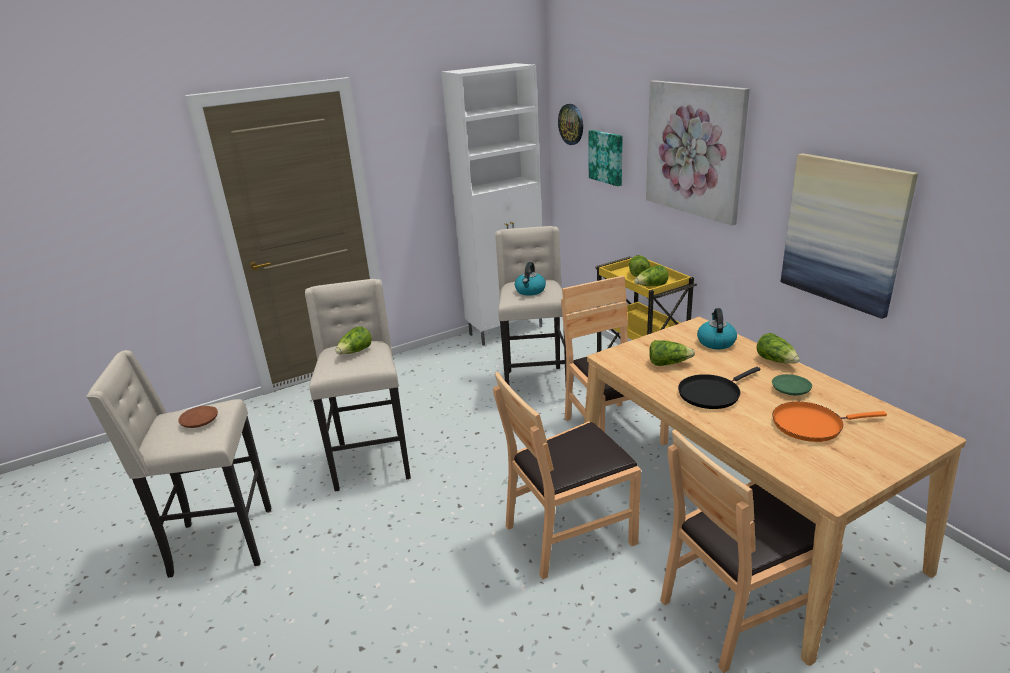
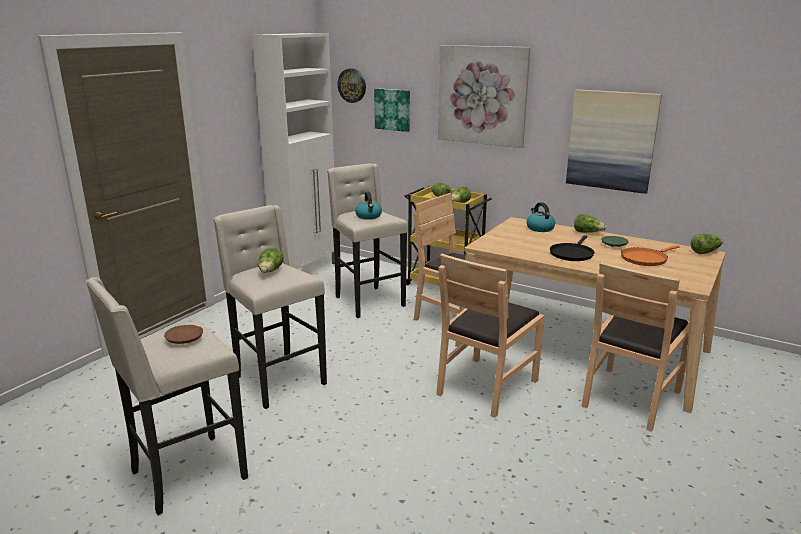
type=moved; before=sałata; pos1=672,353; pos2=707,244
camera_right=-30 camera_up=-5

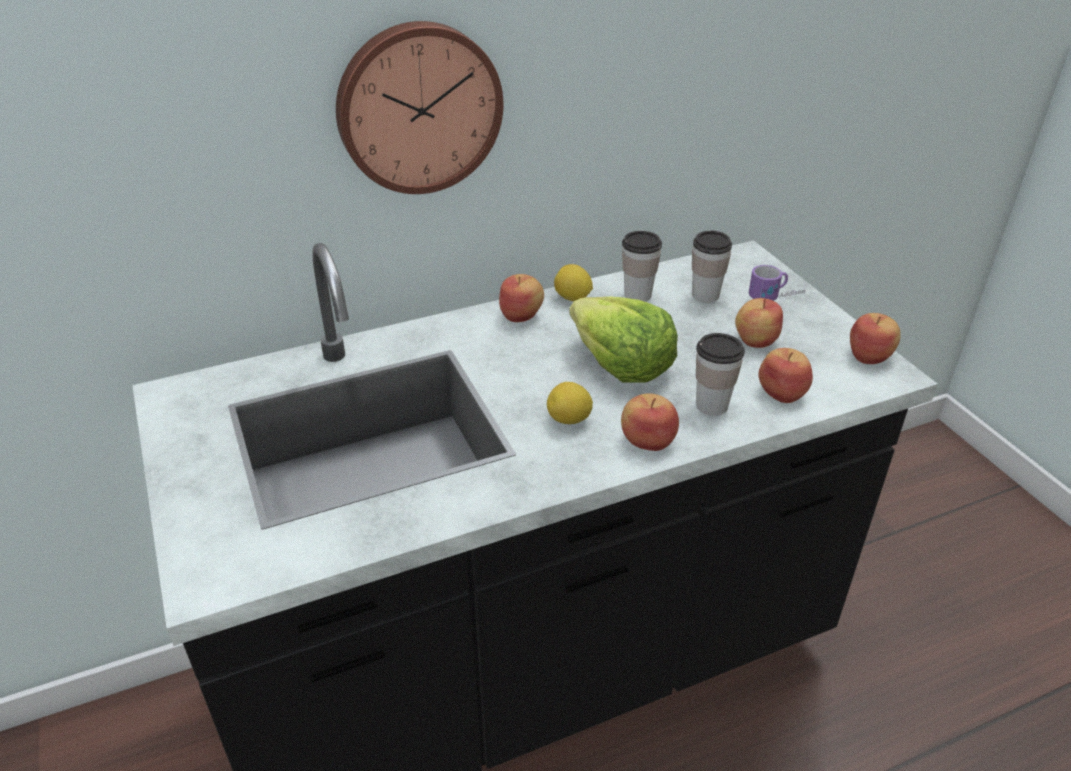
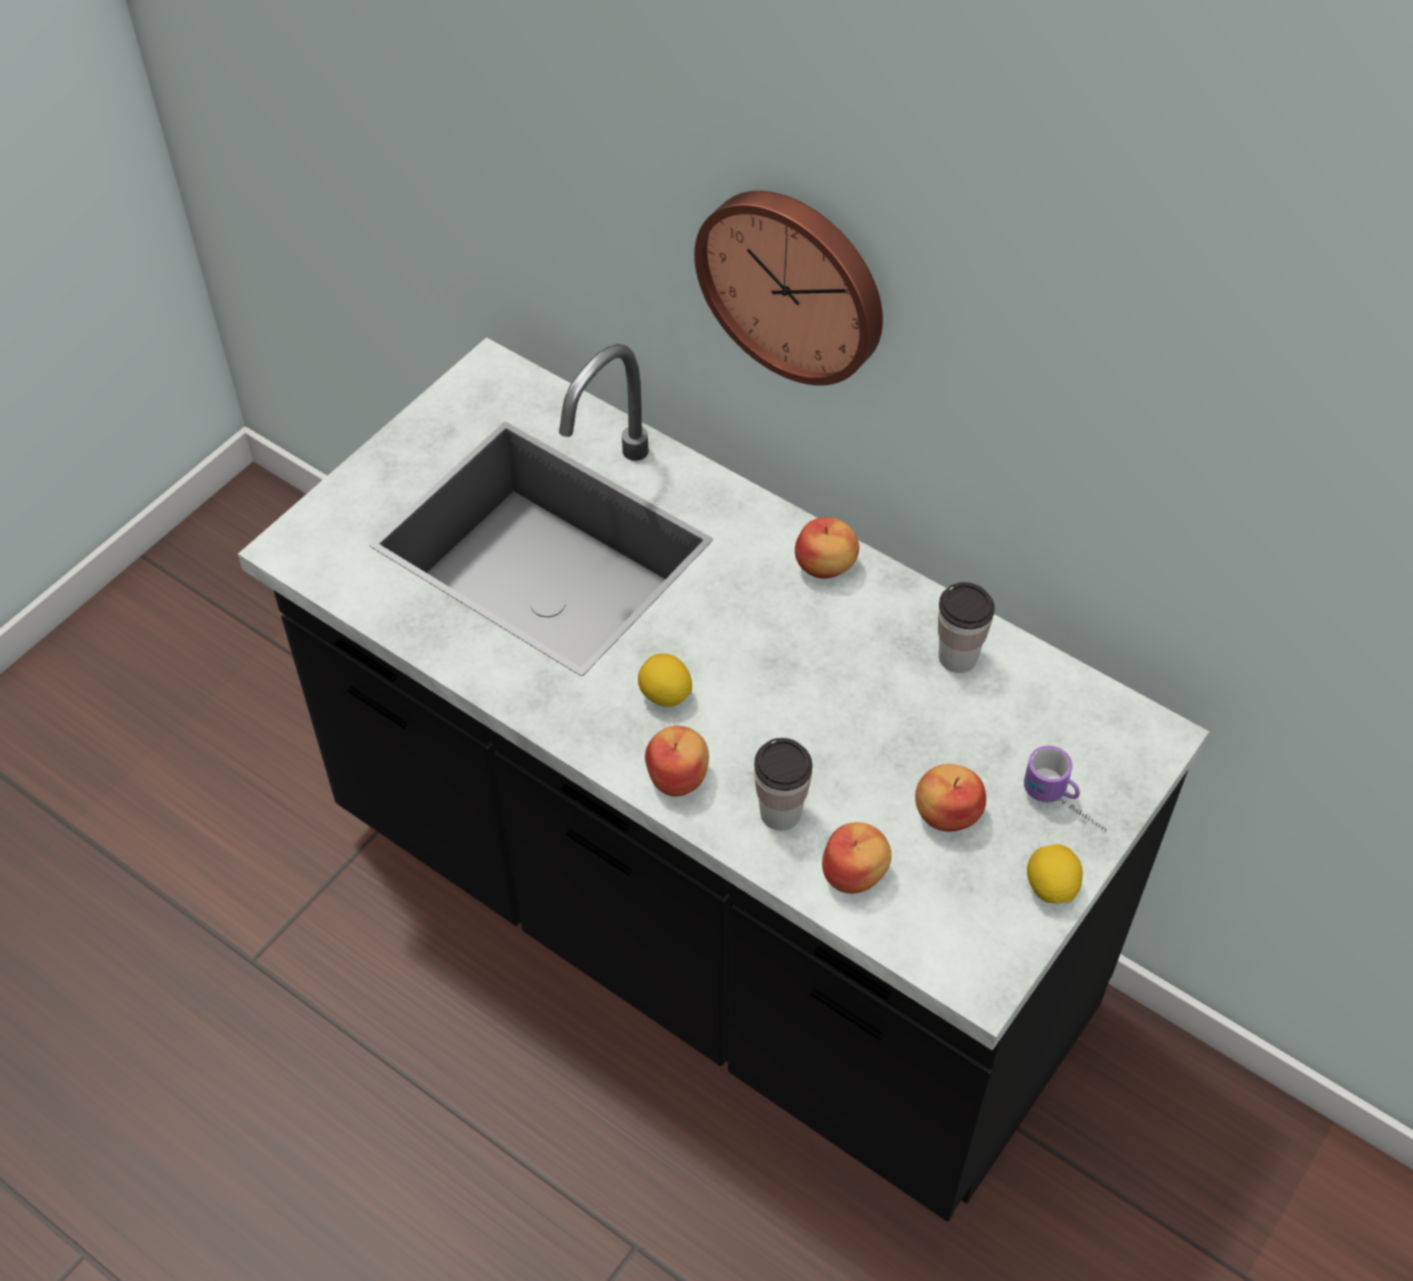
type=moved; before=cytryna; pos1=573,282; pos2=1055,874
type=removed; before=sałata; pos1=623,339
type=removed; before=filiżanka; pos1=712,266
type=removed; before=jabłko; pos1=875,338
camera_right=60 camera_up=15

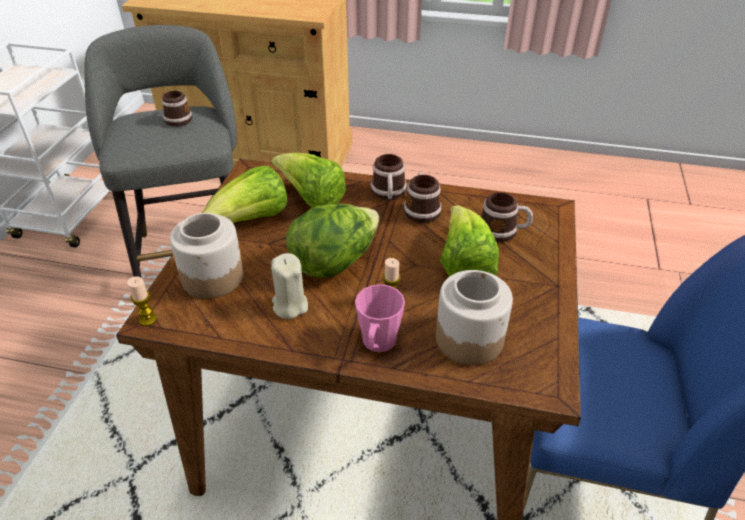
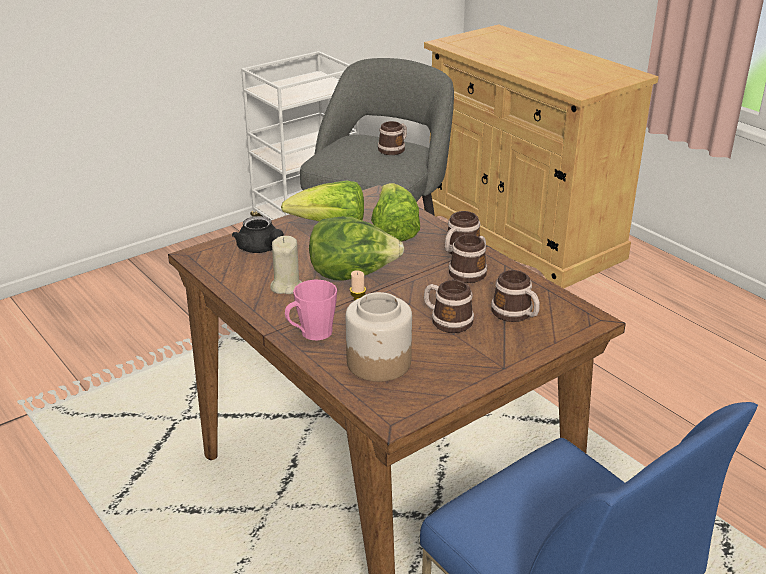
type=replaced; before=słoik; after=imbryk/czarny; pos1=207,256; pos2=258,234
type=replaced; before=sałata; after=kubek; pos1=469,241; pos2=449,306
type=removed; before=świeca; pos1=142,301
camera_right=40 camera_up=-10

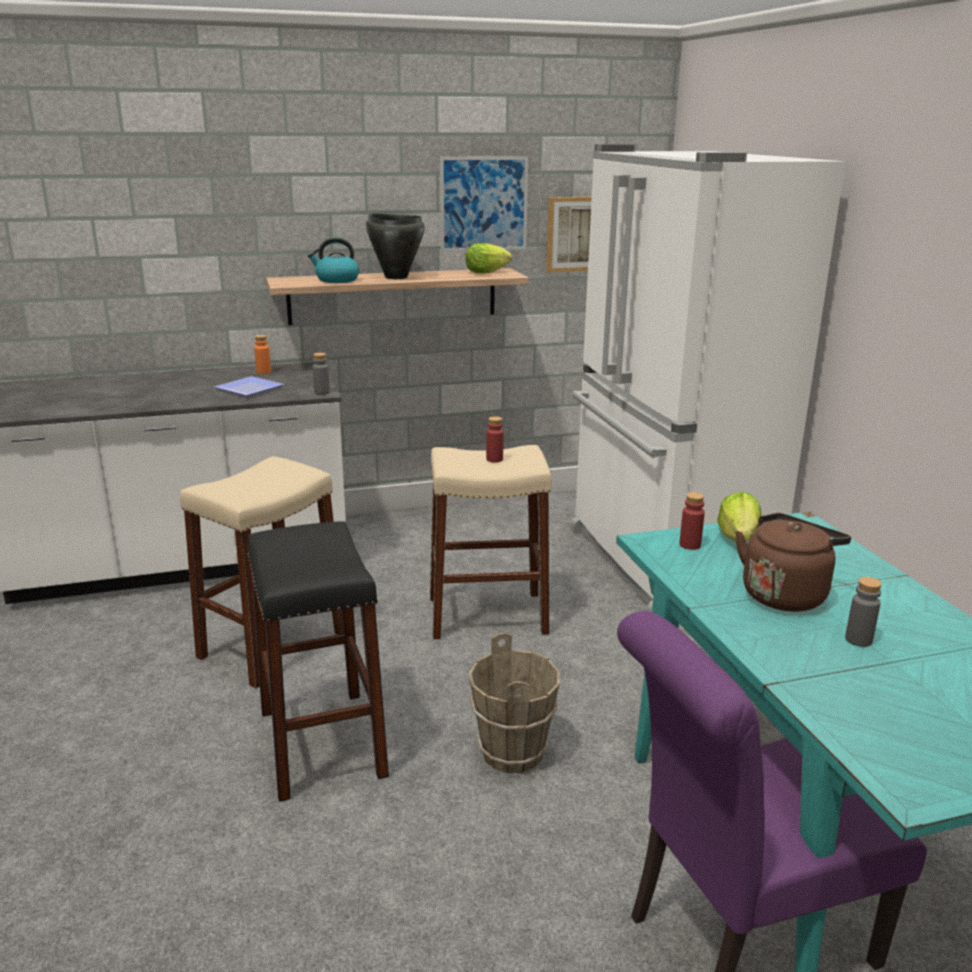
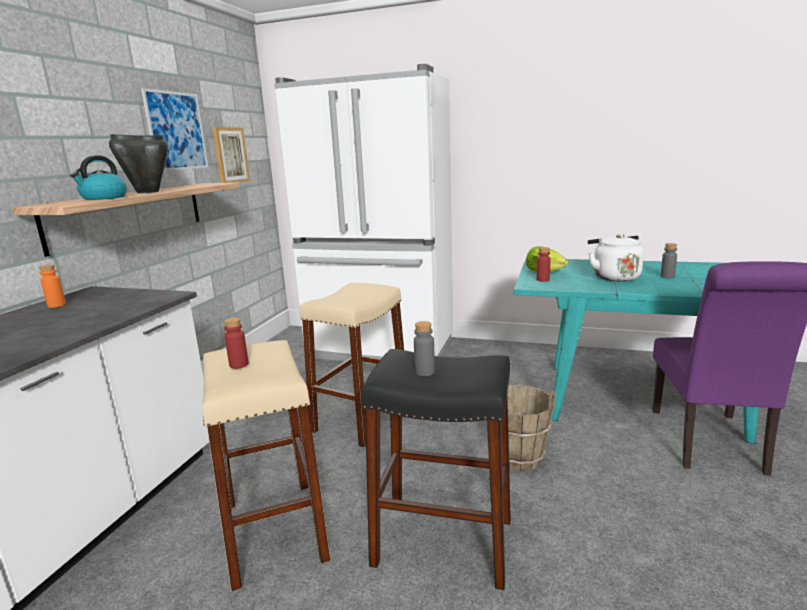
type=moved; before=butelka/czerwony; pos1=495,439; pos2=236,343
type=moved; before=butelka/szary; pos1=321,374; pos2=424,348
type=recoloured; before=czajnik/brązowy; after=czajnik/biały; pos1=793,562; pos2=616,258
type=removed; before=talerz; pos1=249,386
type=removed; before=sałata; pos1=488,258
camera_right=-55 camera_up=-5

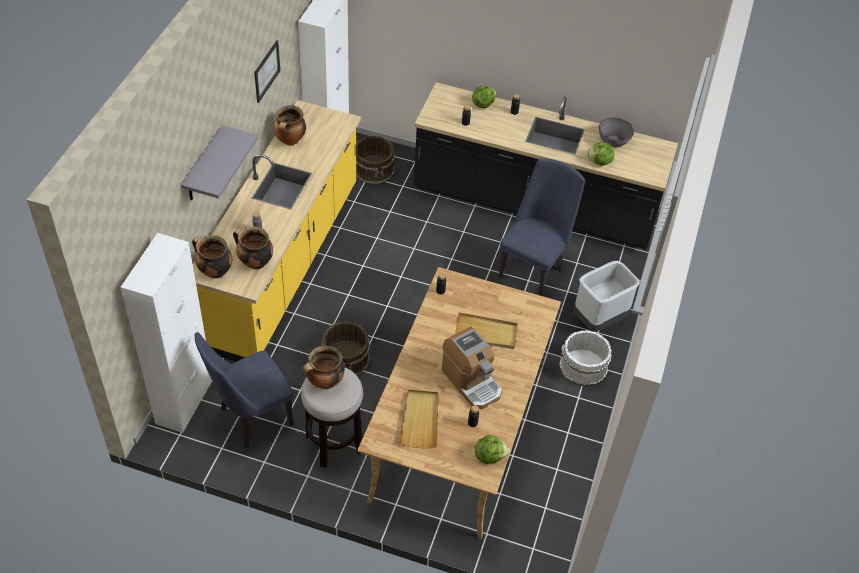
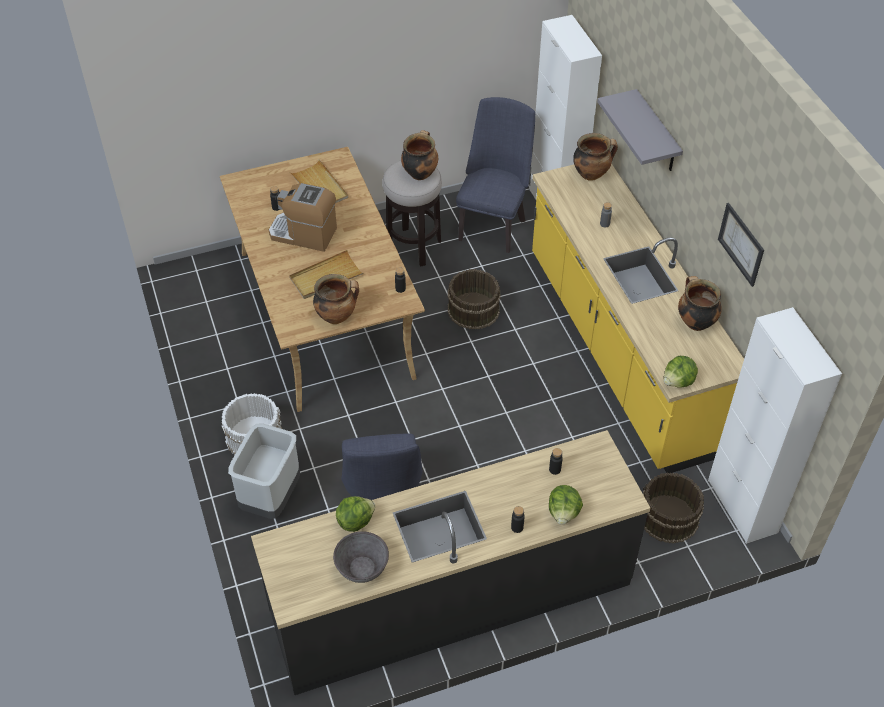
type=moved; before=garnek; pos1=253,247; pos2=336,299
type=moved; before=sałata; pos1=492,449; pos2=681,372
camera_right=145 camera_up=0

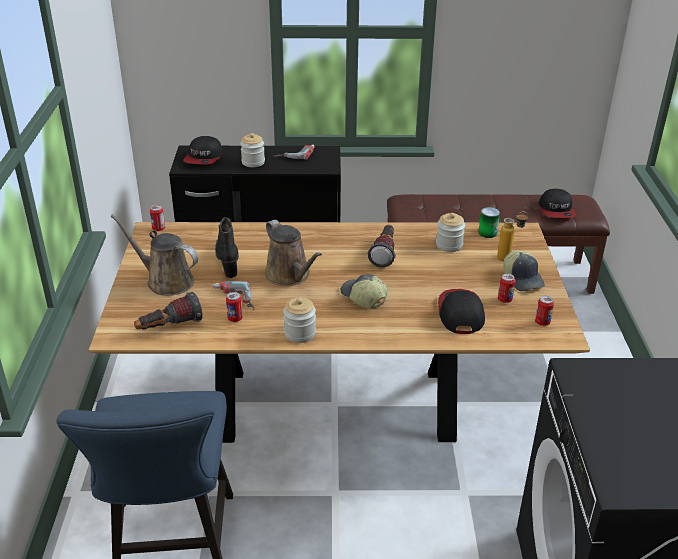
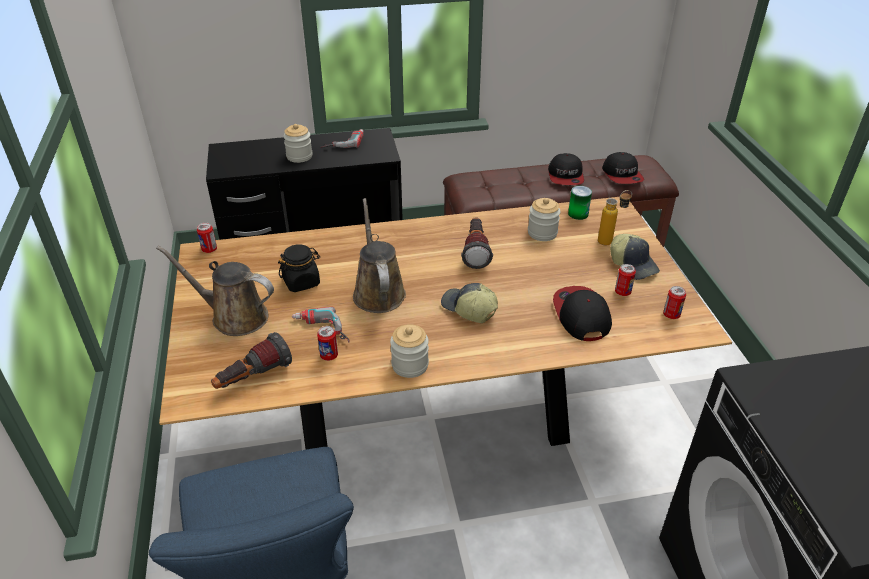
type=replaced; before=but z cholewką/czarny; after=słoik/czarny; pos1=227,247; pos2=299,268
type=turned; before=konewka/brązowy; pos1=293,253; pos2=379,255; turn=-150
type=moved; before=czapka z daszkiem; pos1=202,150; pos2=566,169
camera_right=-10 camera_up=5

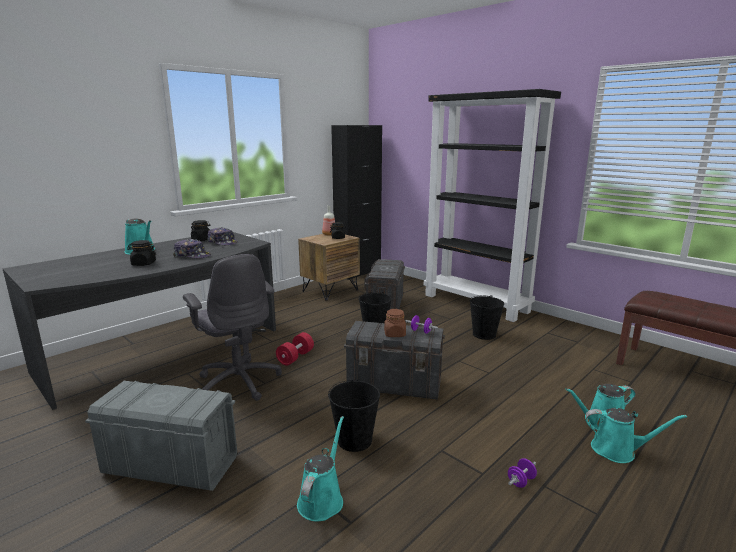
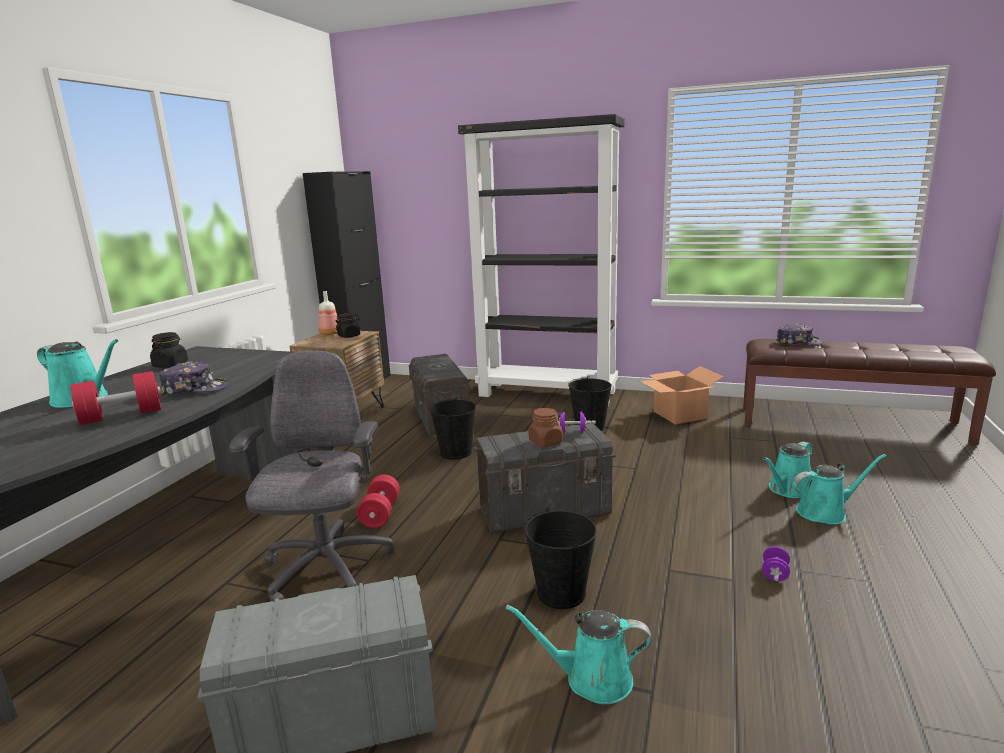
type=replaced; before=słoik/czarny; after=hantel/czerwony; pos1=141,253; pos2=116,398
type=turned; before=krzesło biurowe/szary; pos1=232,327; pos2=311,476; turn=-120
type=turned; before=konewka/turkusowy; pos1=320,468; pos2=578,654; turn=-75
type=added; after=karton; pos2=682,395
type=moved; before=czapka z daszkiem; pos1=222,236; pos2=799,334
camera_right=-25 camera_up=0

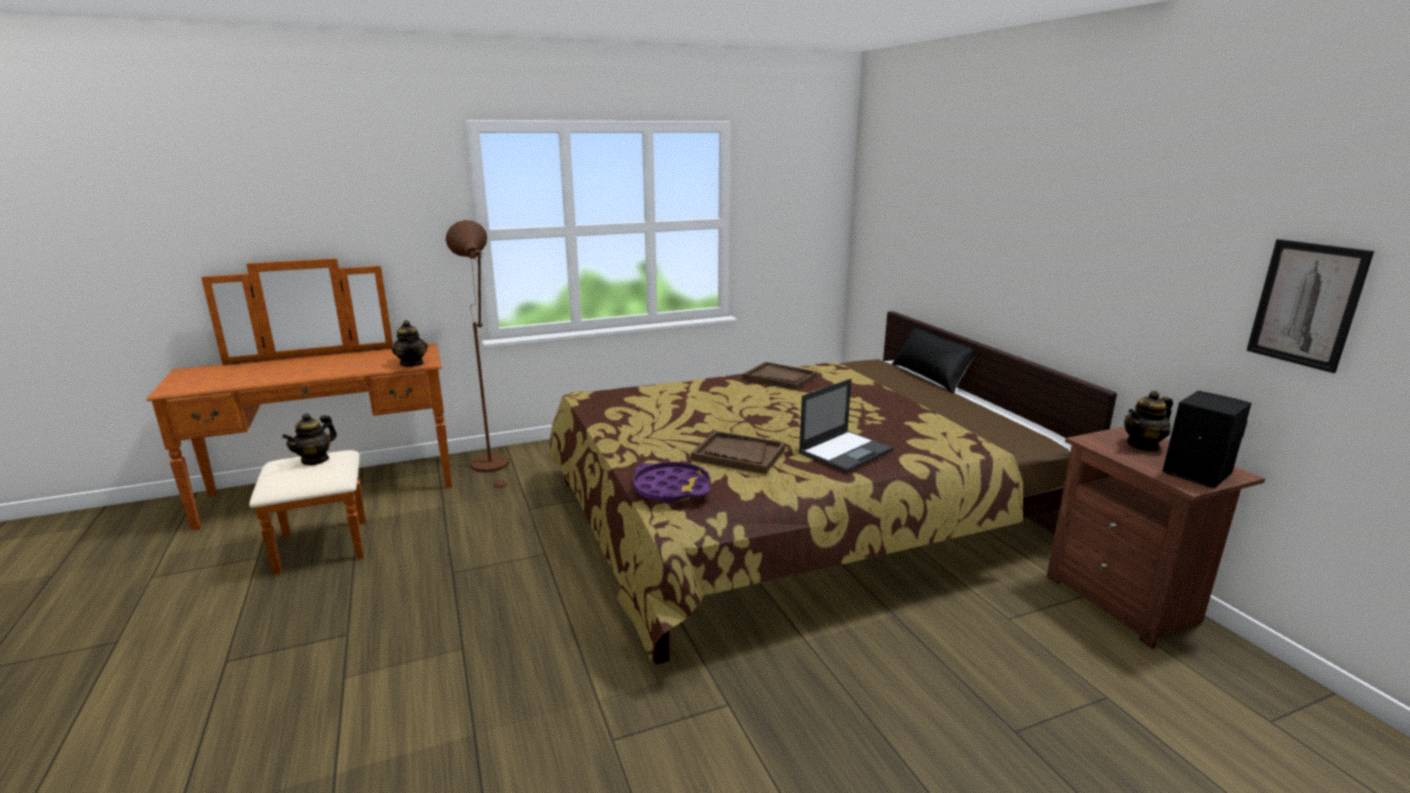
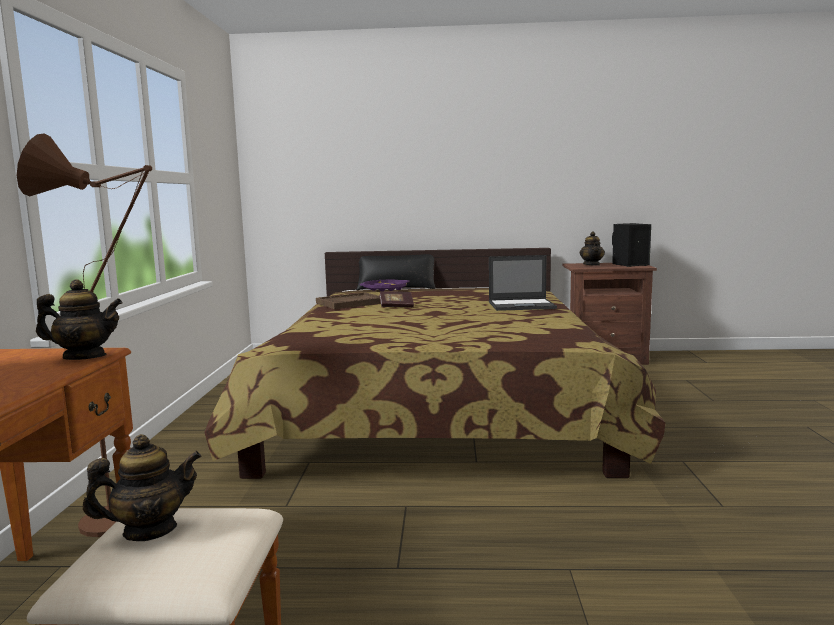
type=turned; before=imbryk; pos1=309,439; pos2=142,487; turn=-75
type=moved; before=taca/fioletowy; pos1=672,483; pos2=384,285
type=added; after=książka; pos2=396,299
type=turned; before=laptop; pos1=846,426; pos2=523,283; turn=105
type=removed; before=taca/brązowy; pos1=738,452
type=removed; before=obraz; pos1=1310,306
camera_right=-65 camera_up=-10

